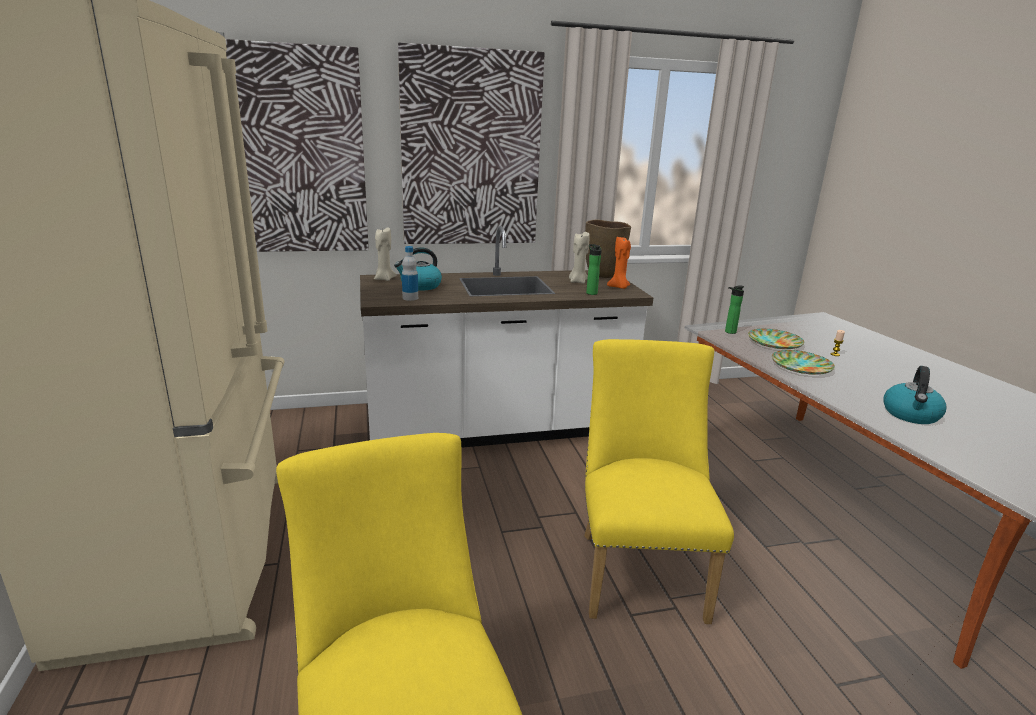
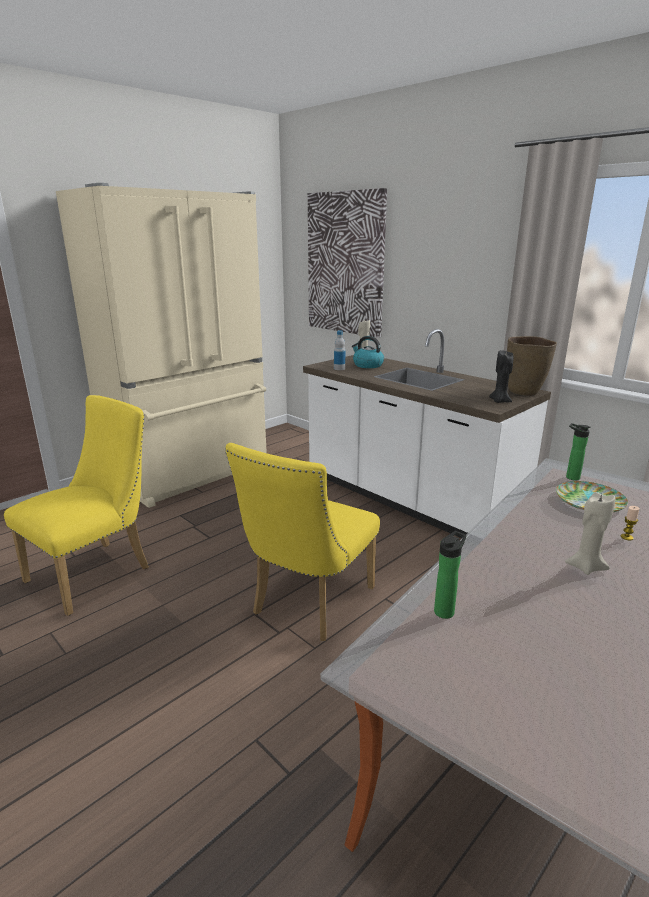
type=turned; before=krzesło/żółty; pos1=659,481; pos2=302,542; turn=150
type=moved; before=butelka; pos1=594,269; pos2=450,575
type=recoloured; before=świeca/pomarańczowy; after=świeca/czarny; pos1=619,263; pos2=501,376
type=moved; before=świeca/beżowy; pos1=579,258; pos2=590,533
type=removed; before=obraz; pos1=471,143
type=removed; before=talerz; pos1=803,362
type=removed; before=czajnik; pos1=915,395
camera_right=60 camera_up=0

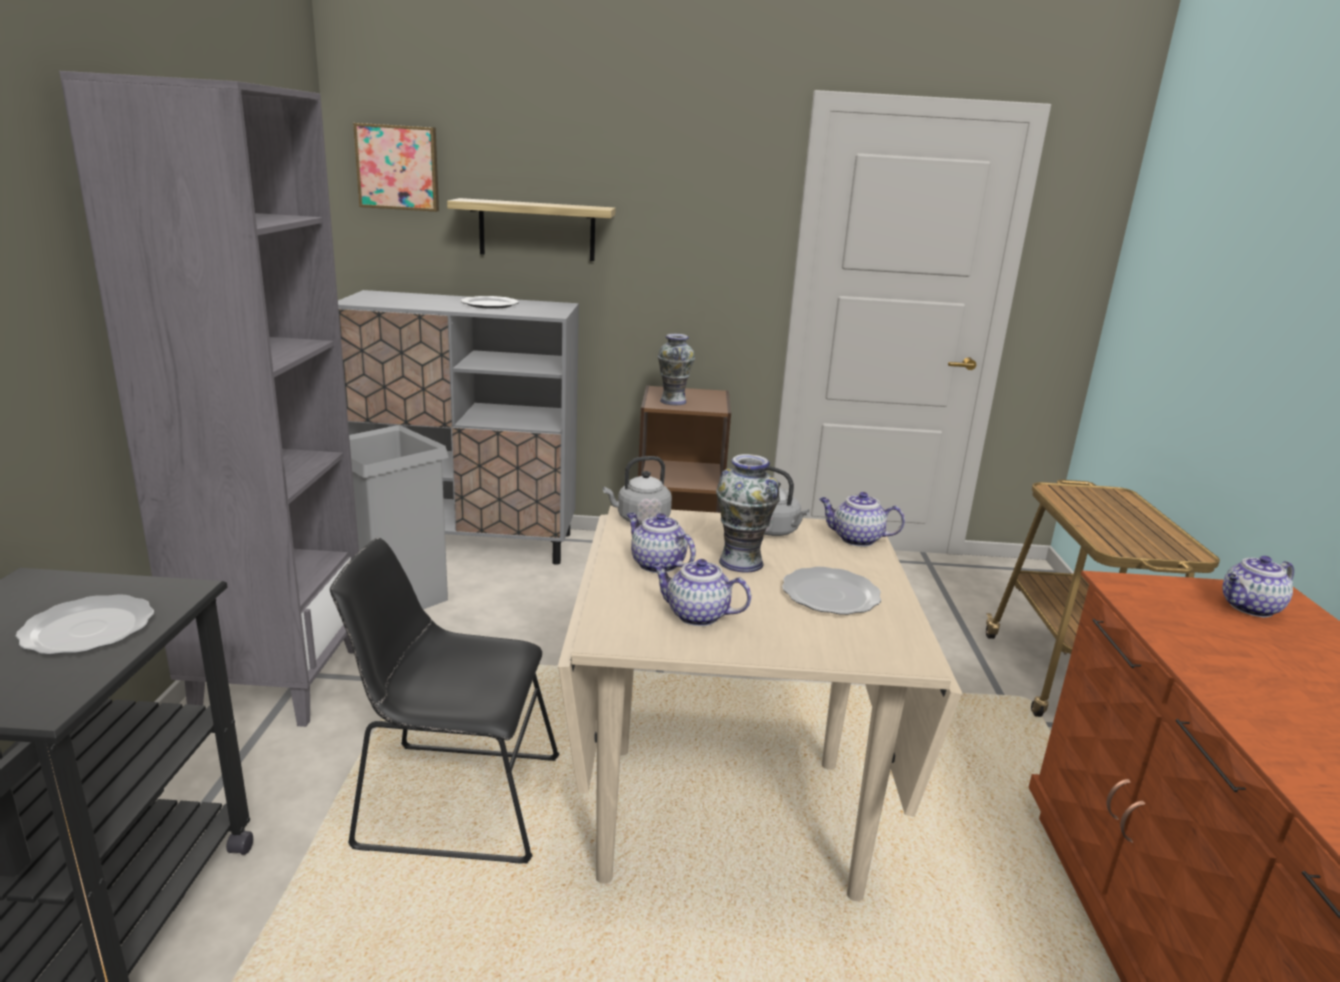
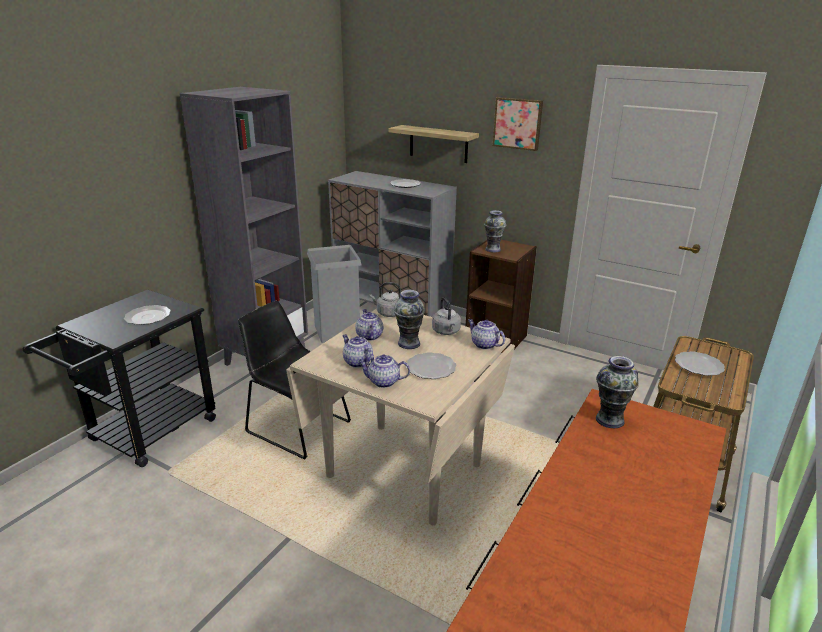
type=moved; before=imbryk; pos1=1258,586; pos2=384,371
type=moved; before=obraz; pos1=396,167; pos2=518,124
type=added; after=wazon; pos2=617,392
type=added; after=talerz; pos2=700,363
camera_right=30 camera_up=5

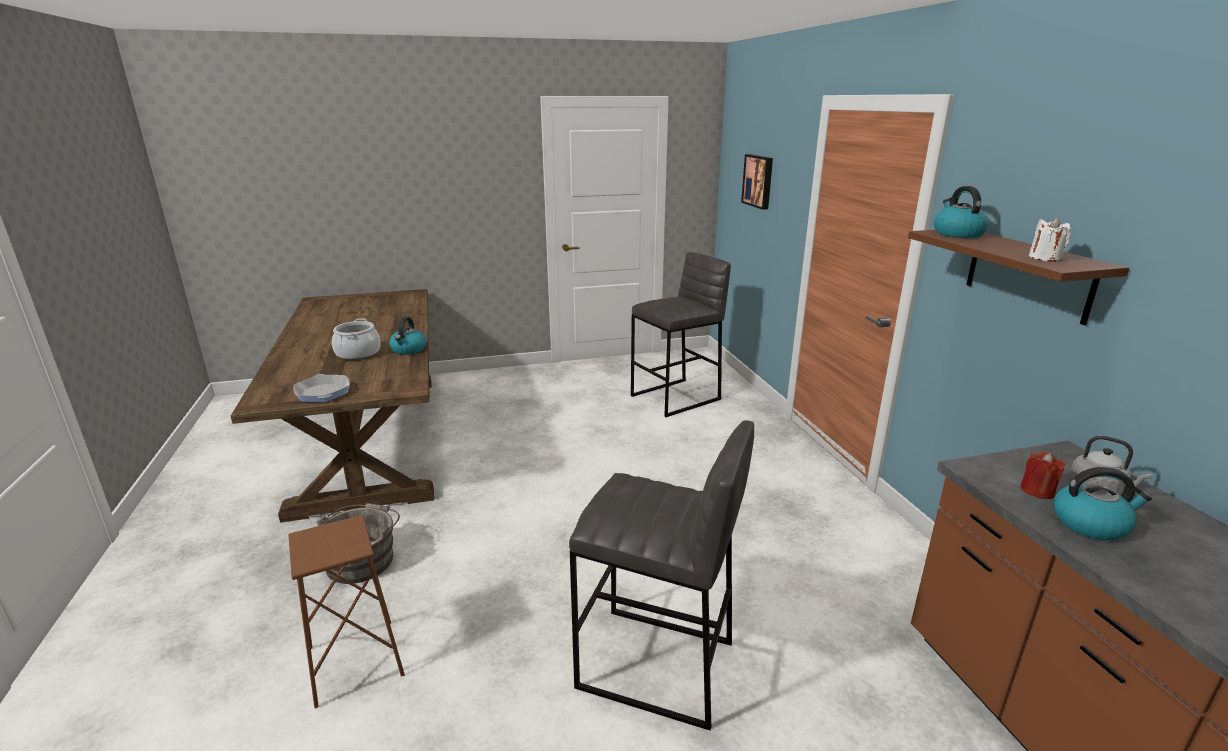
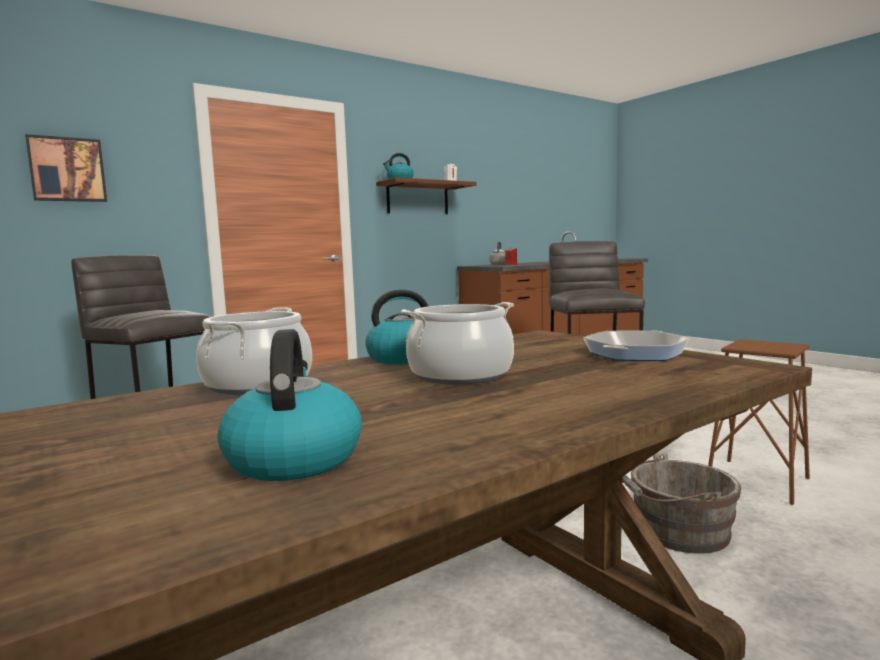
type=added; after=garnek; pos2=254,351
type=moved; before=czajnik; pos1=1103,503; pos2=290,405
camera_right=-110 camera_up=-15

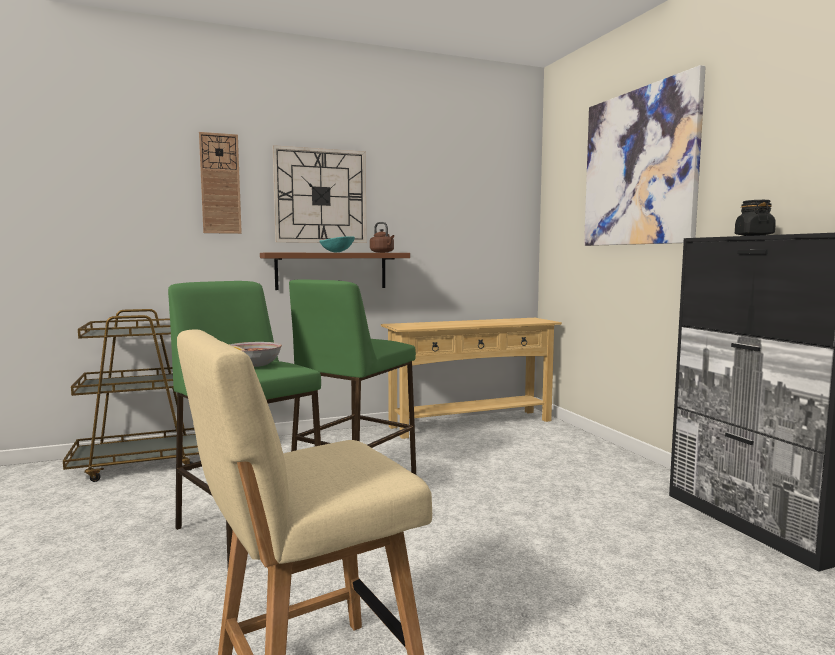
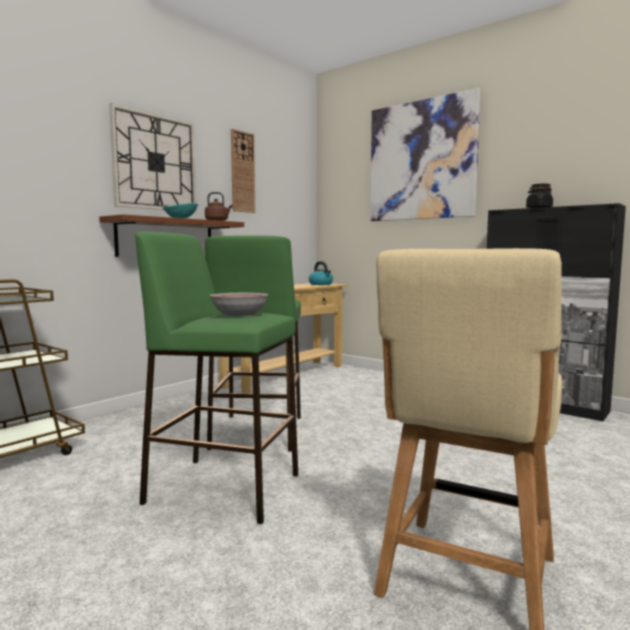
type=moved; before=zegar ścienny; pos1=220,183; pos2=243,171
type=added; after=czajnik; pos2=321,273
camera_right=-30 camera_up=0

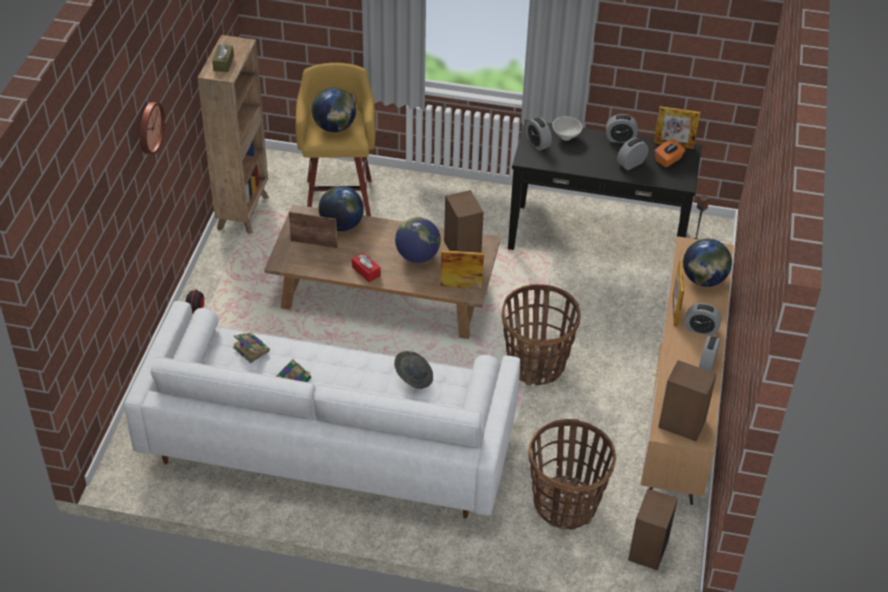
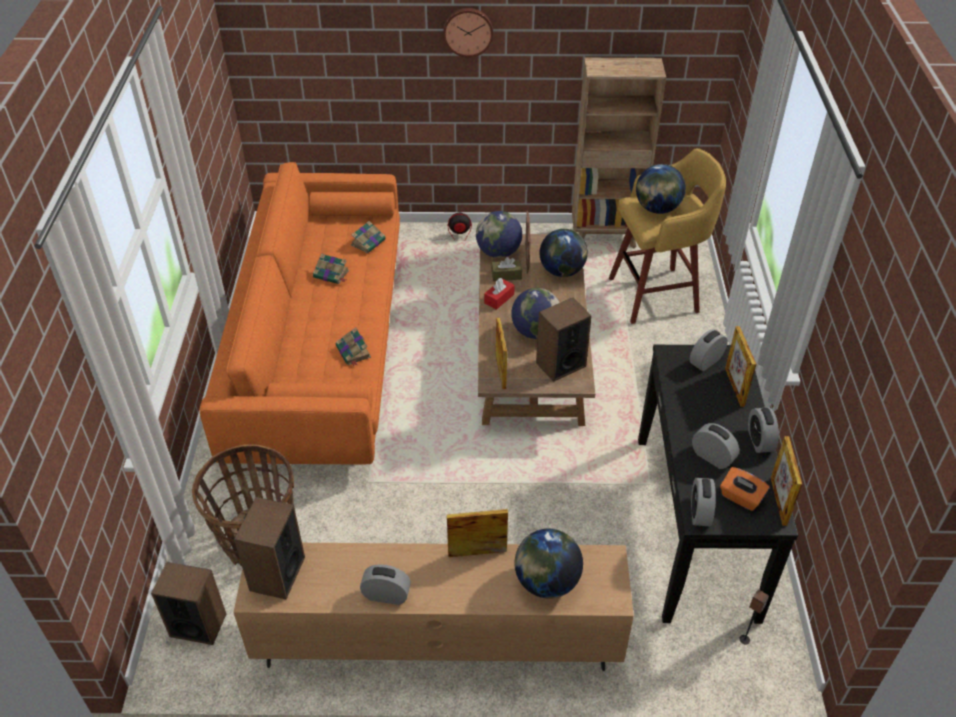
type=recoloured; before=kanapa/biały; after=kanapa/pomarańczowy; pos1=322,410; pos2=300,313
type=replaced; before=kapelusz/szary; after=książka; pos1=413,370; pos2=353,346
type=added; after=globus; pos2=499,234
type=moved; before=pudełko chusteczek/brązowy; pos1=223,57; pos2=506,269
type=moved; before=budzik; pos1=703,319; pos2=703,502
type=replaced; before=miska/biały; after=ramka na zdjęcie; pos1=567,129; pos2=741,366
type=removed; before=koszyk; pos1=541,335
camera_right=80 camera_up=0

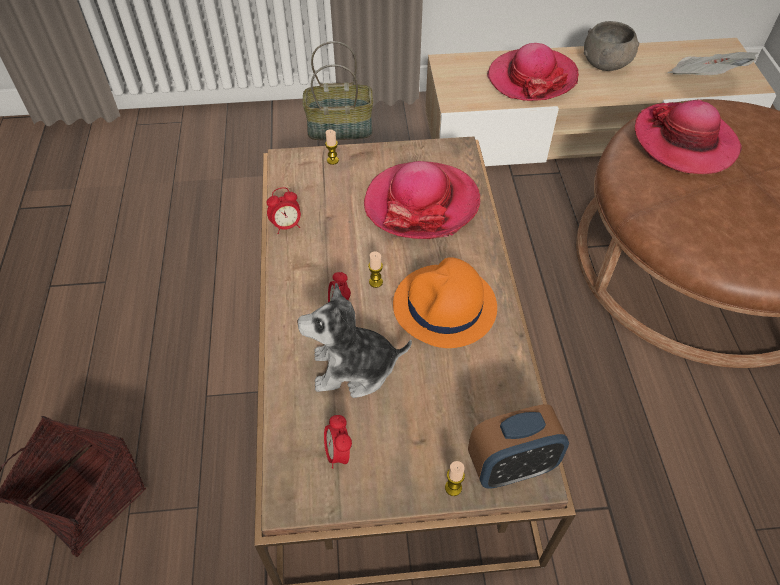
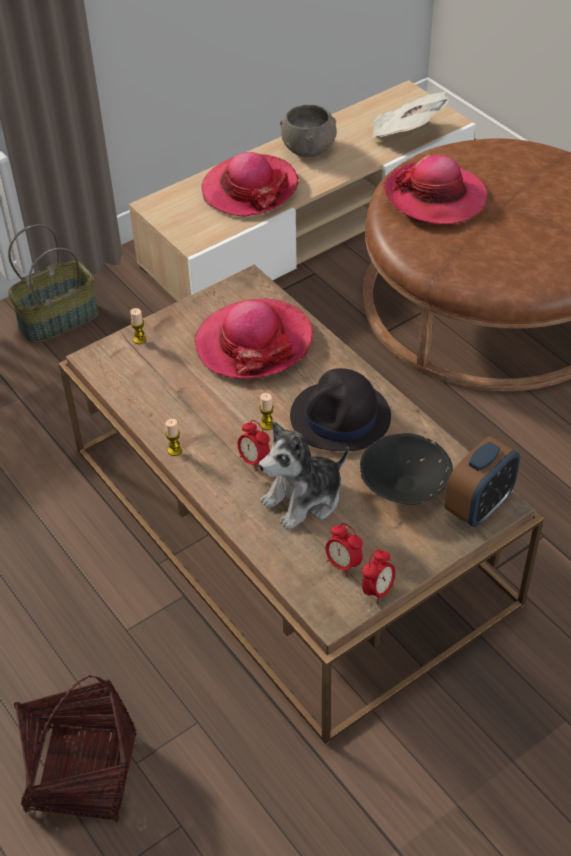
type=moved; before=świeca; pos1=455,478; pos2=173,437
type=recoloured; before=kapelusz/pomarańczowy; after=kapelusz/czarny; pos1=445,302; pos2=340,409
type=added; after=miska/czarny; pos2=406,469
type=moved; before=budzik; pos1=284,210; pos2=378,577
camera_right=-30 camera_up=-5

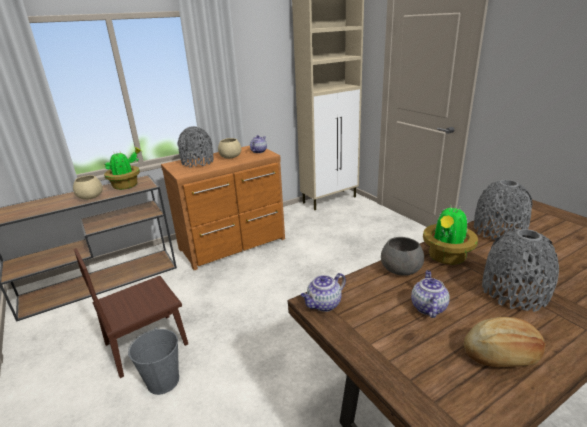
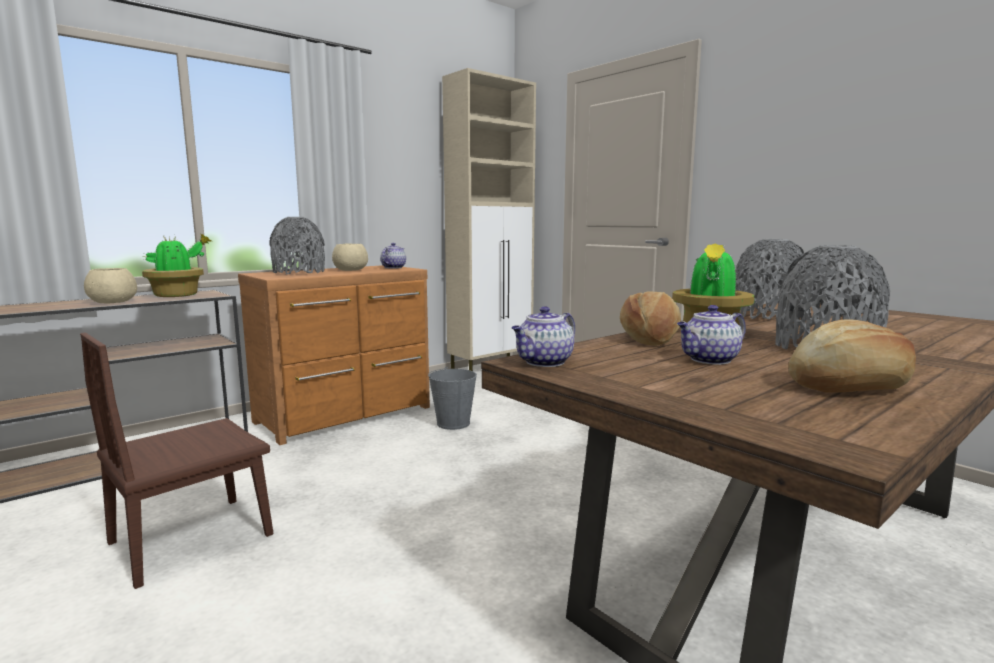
type=moved; before=wiadro/szary; pos1=153,361; pos2=452,398
type=replaced; before=miska/szary; after=chleb; pos1=402,256; pos2=650,318
type=turned; before=imbryk; pos1=430,294; pos2=711,335; turn=-120
camera_right=-10 camera_up=-15

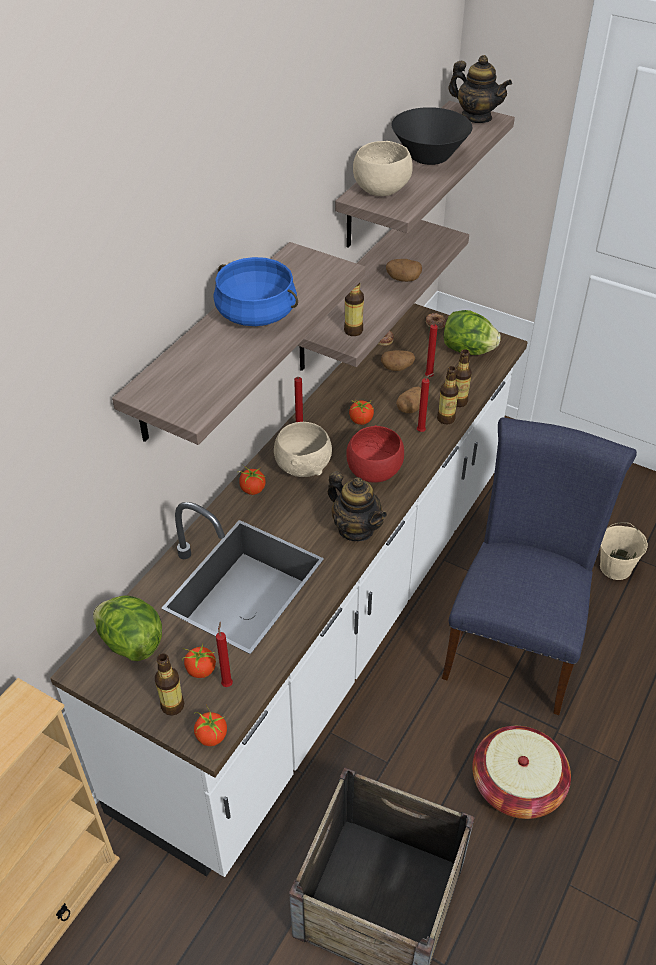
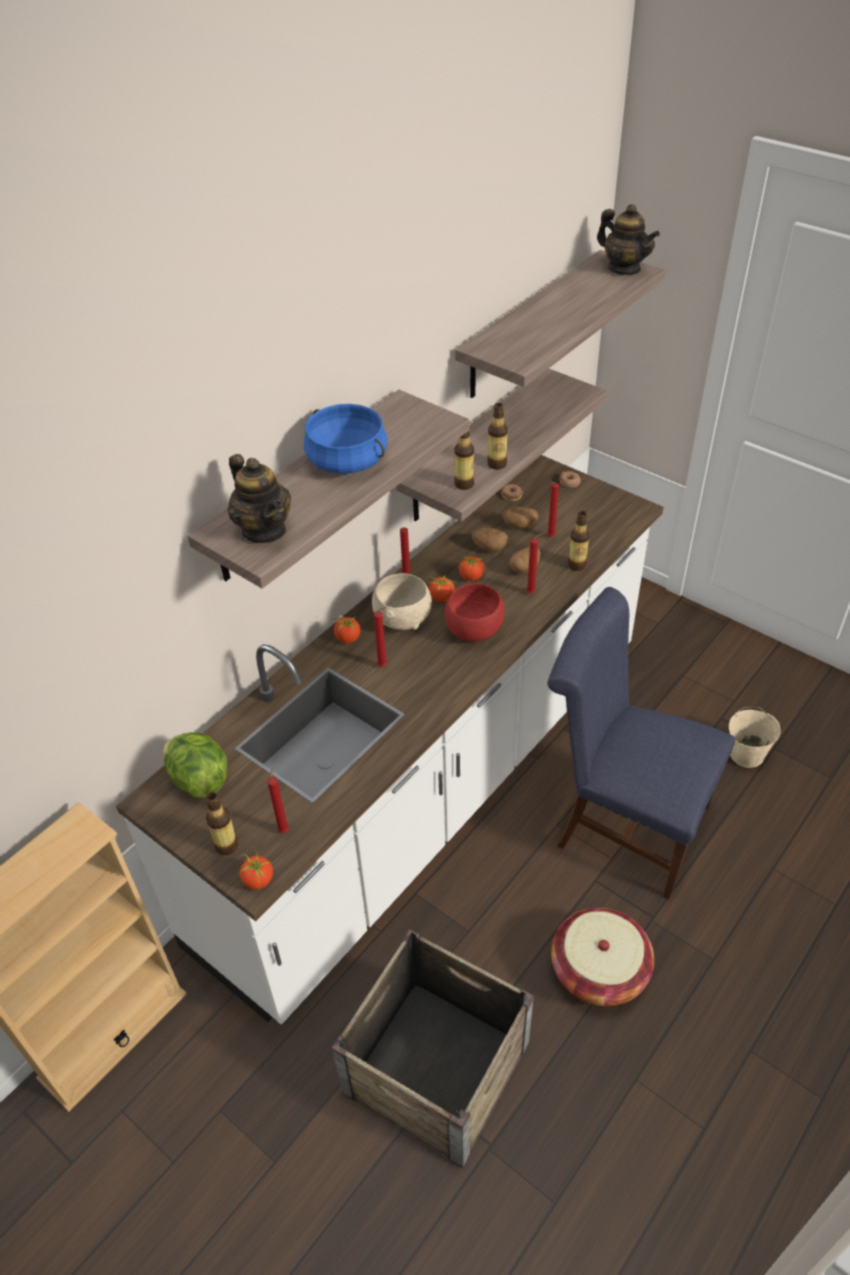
type=moved; before=imbryk; pos1=357,506; pos2=259,498
type=added; after=świeca/czerwony; pos2=380,637
type=moved; before=pomidor; pos1=199,661; pos2=441,589
type=moved; before=ziemniak; pos1=404,270; pos2=490,539
type=moved; before=butelka; pos1=448,395; pos2=497,436
type=turned; before=krzesło/niebieski; pos1=539,566; pos2=641,743; turn=-90
type=removed; before=miska/beżowy; pos1=383,168
type=removed; before=miska/czarny; pos1=431,136
type=removed; before=sałata; pos1=472,332
camera_right=10 camera_up=0

